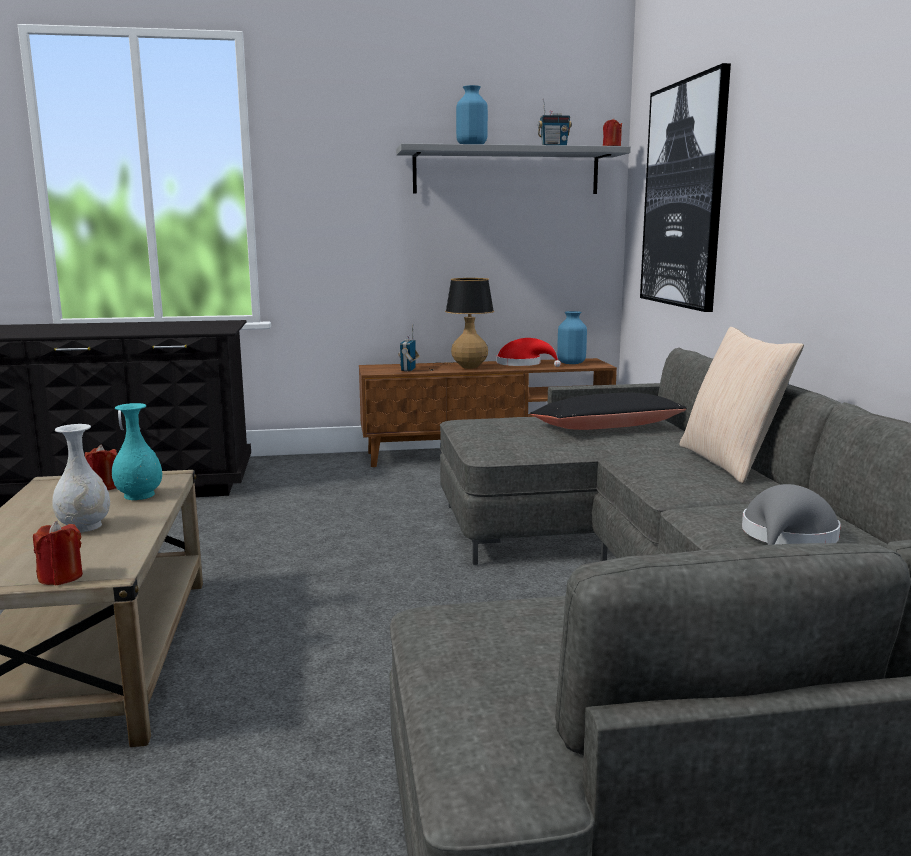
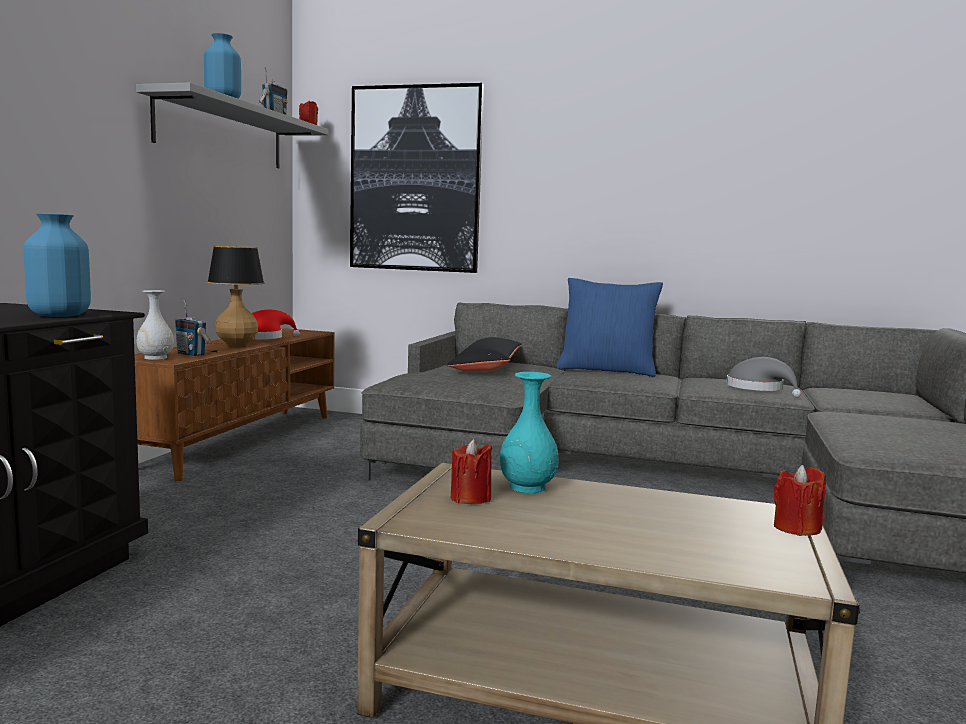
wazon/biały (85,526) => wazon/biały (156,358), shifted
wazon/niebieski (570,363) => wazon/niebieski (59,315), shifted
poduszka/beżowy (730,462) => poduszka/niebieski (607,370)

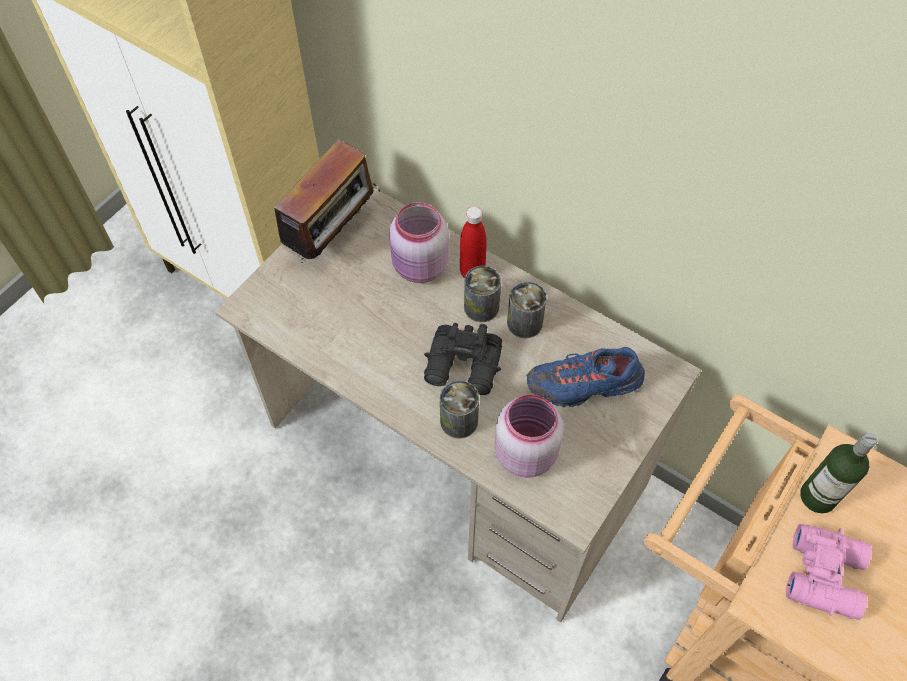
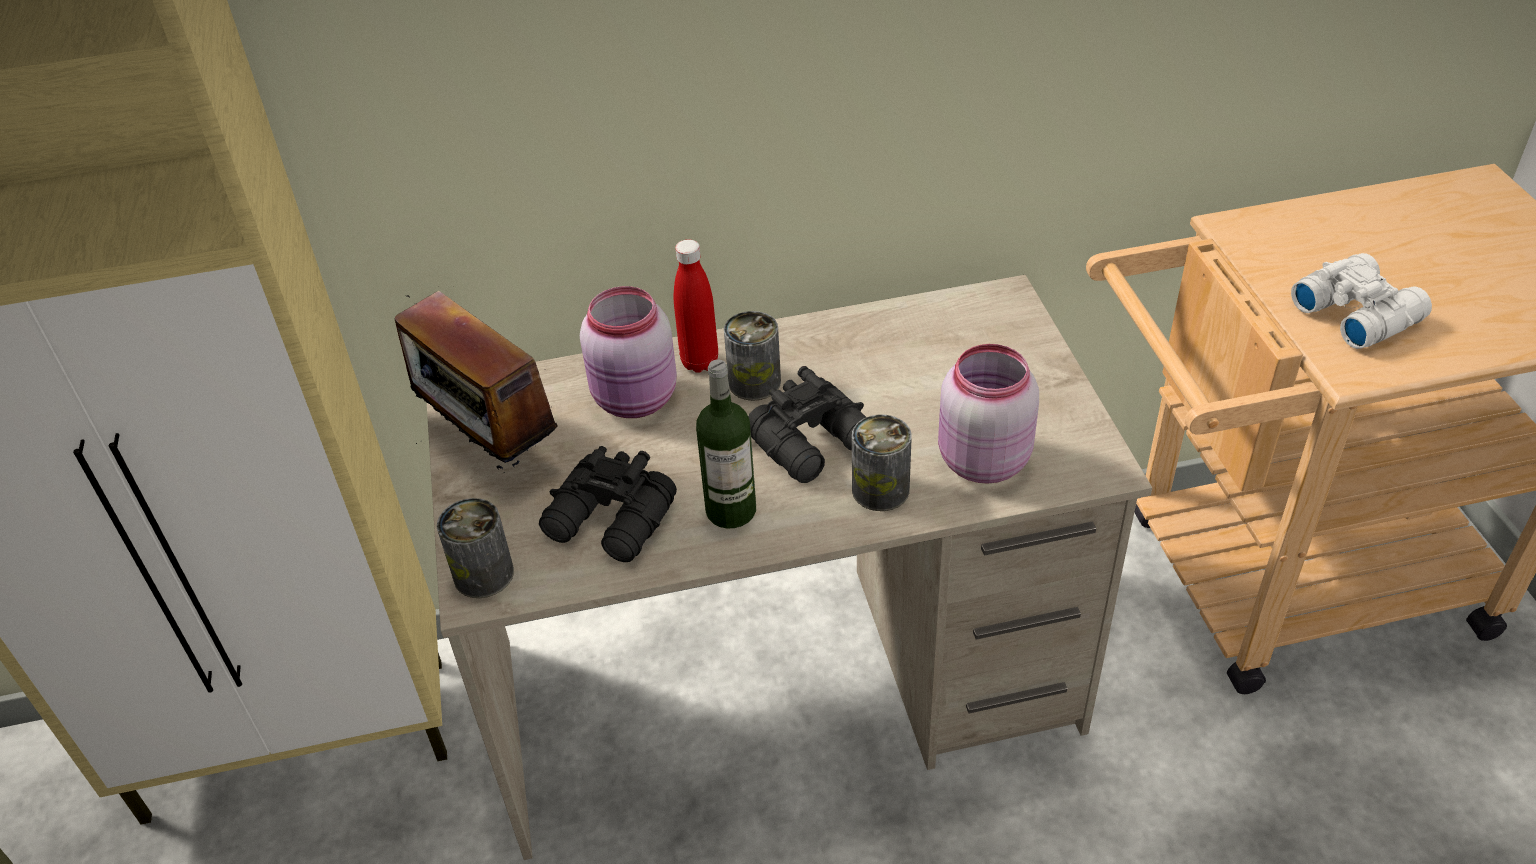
but/niebieski (584,385) => nothing
nothing => lornetka/czarny (611,523)
puszka (524,323) => puszka (483,574), shifted
butelka (817,496) => butelka (731,510), shifted
lornetka/różowy (826,574) => lornetka/biały (1355,312)
radio (333,236) => radio (490,446), 150 degrees clockwise

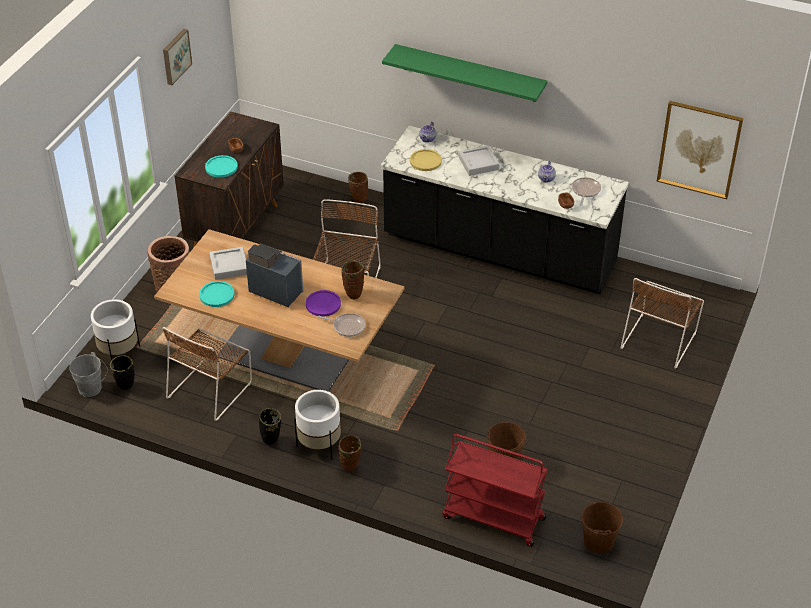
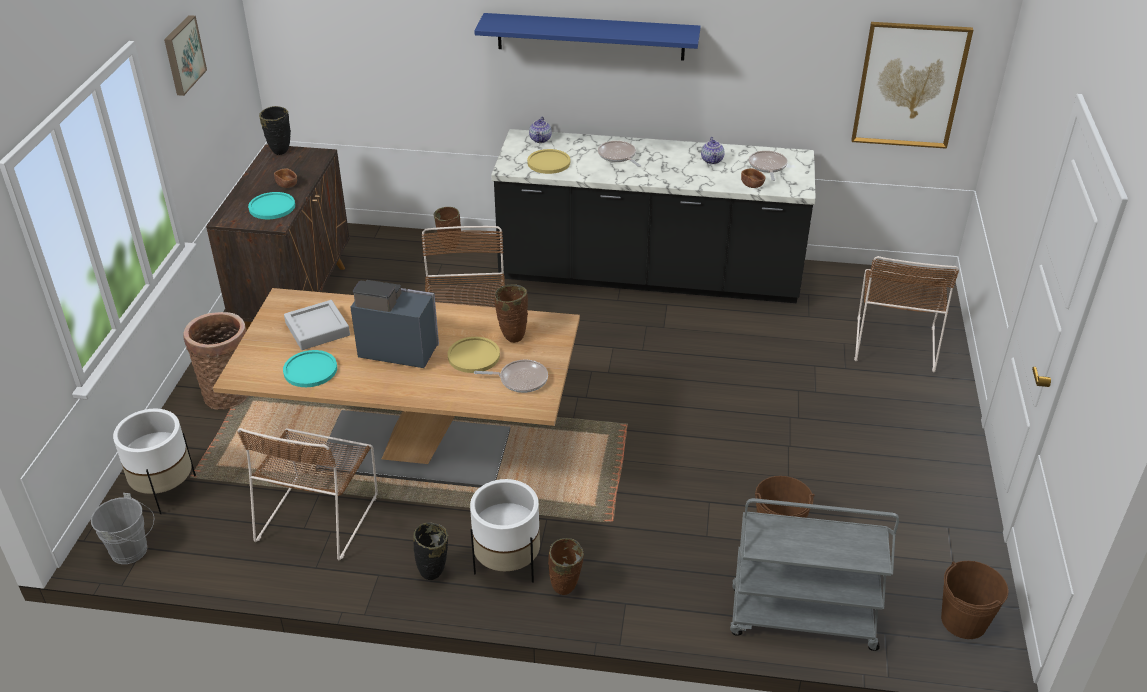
wazon/czarny (125,387) => wazon/czarny (280,152), shifted
taca/szary (478,163) => patelnia (618,156)
talerz/fioletowy (323,304) => talerz/żółty (473,356)
półka/zielony (469,73) => półka/niebieski (590,36)
wózek/czerwony (492,518) => wózek/szary (801,620)

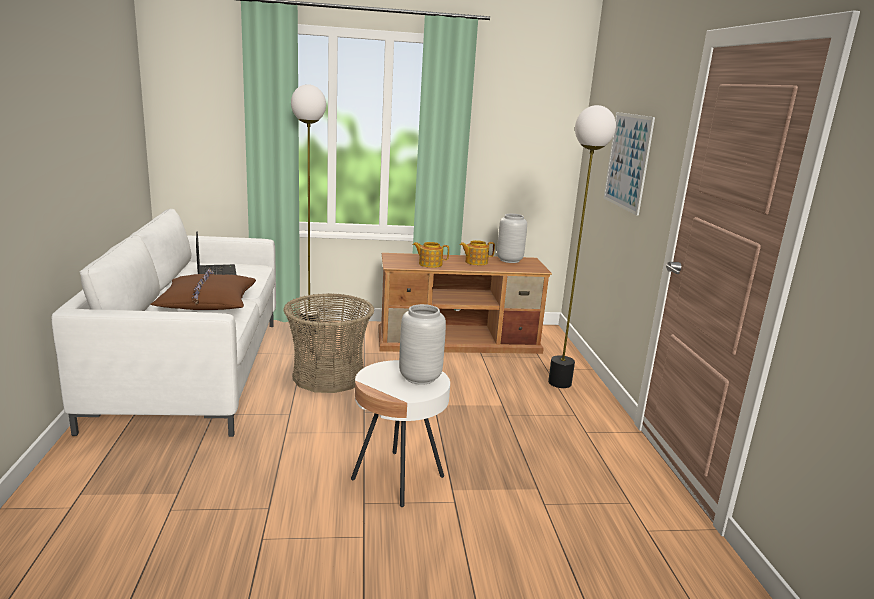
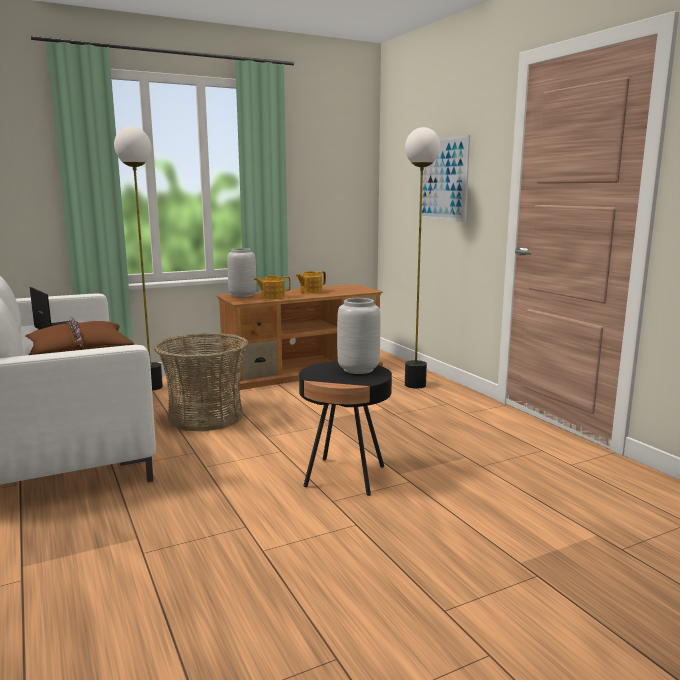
wazon/szary (510,260) => wazon/szary (243,295), shifted
stolik/biały (397,478) => stolik/czarny (345,476)

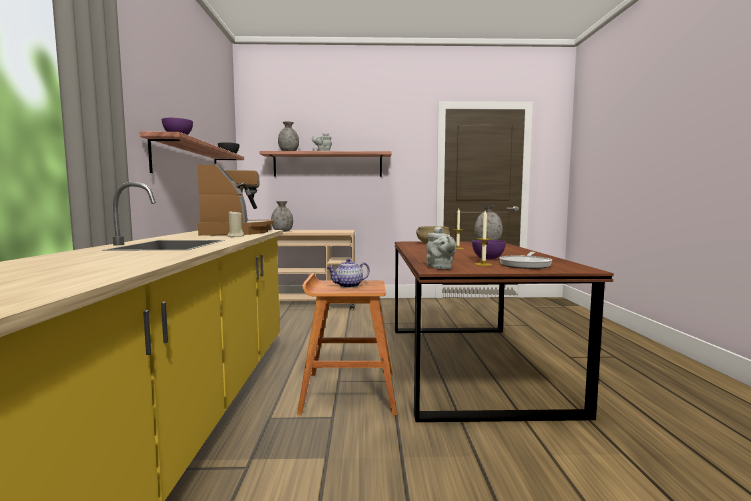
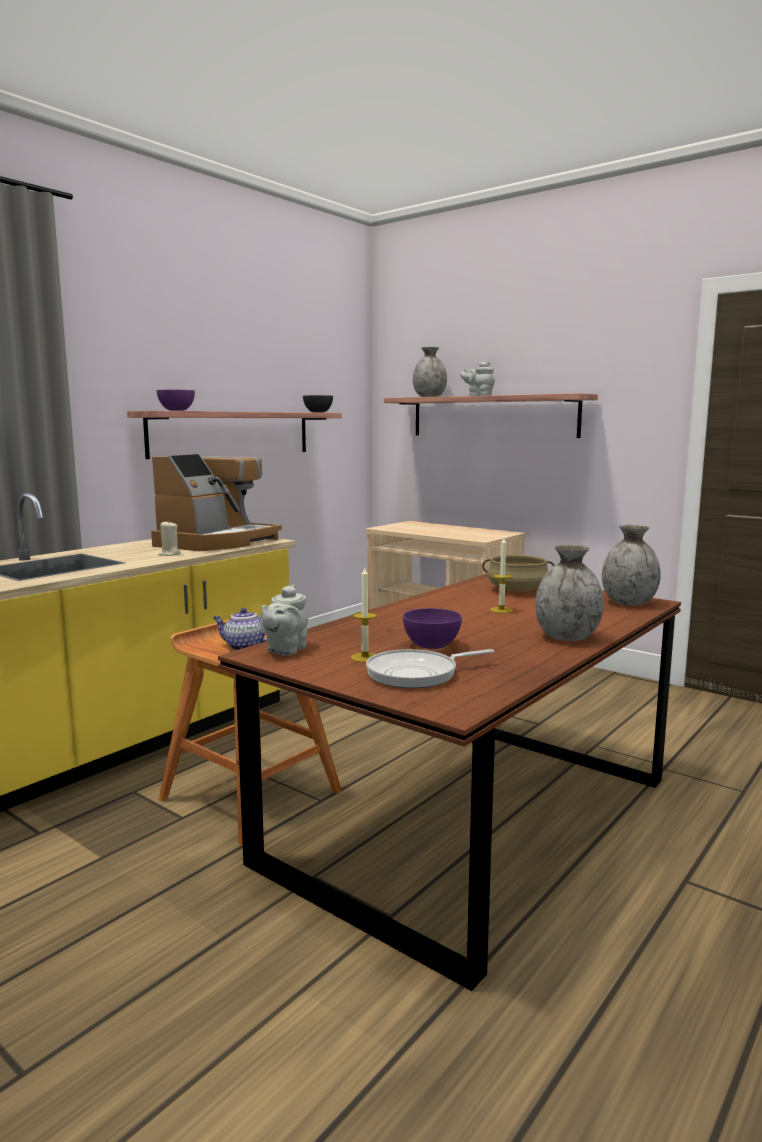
wazon/szary (282,231) => wazon/szary (567,637), shifted

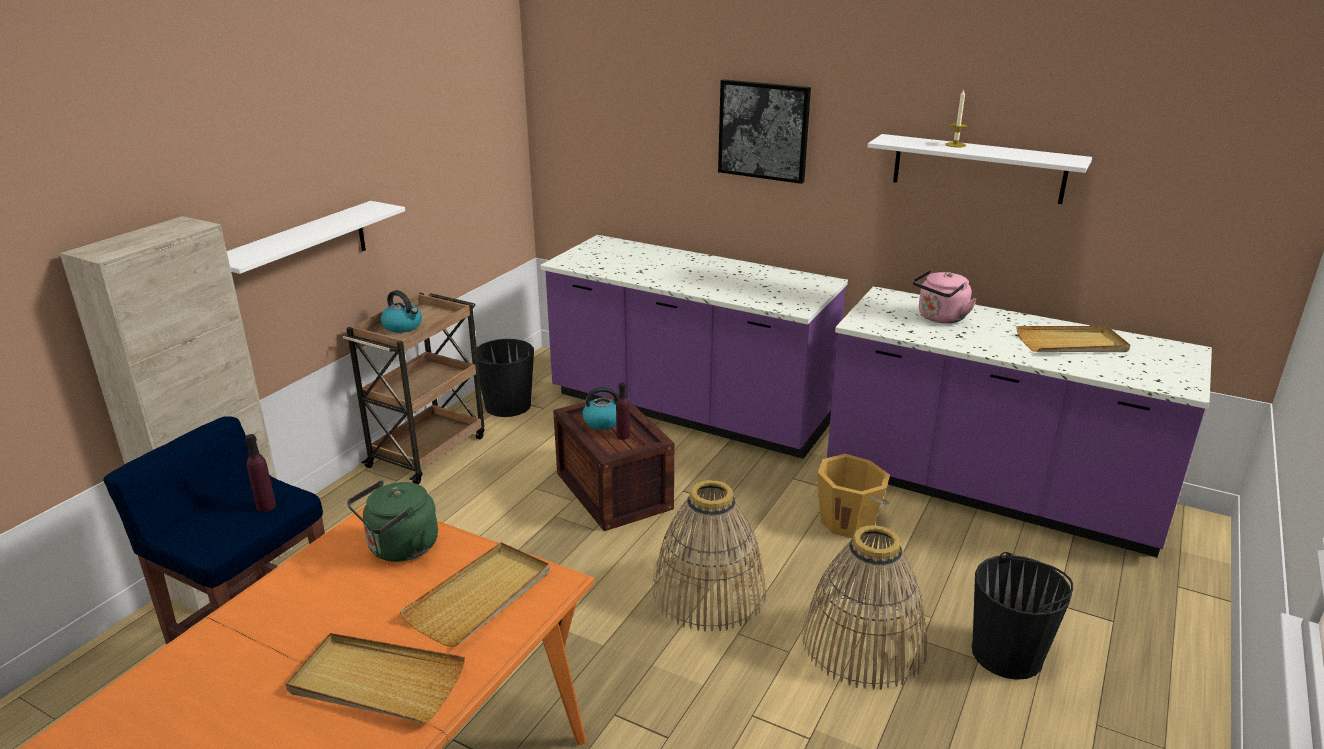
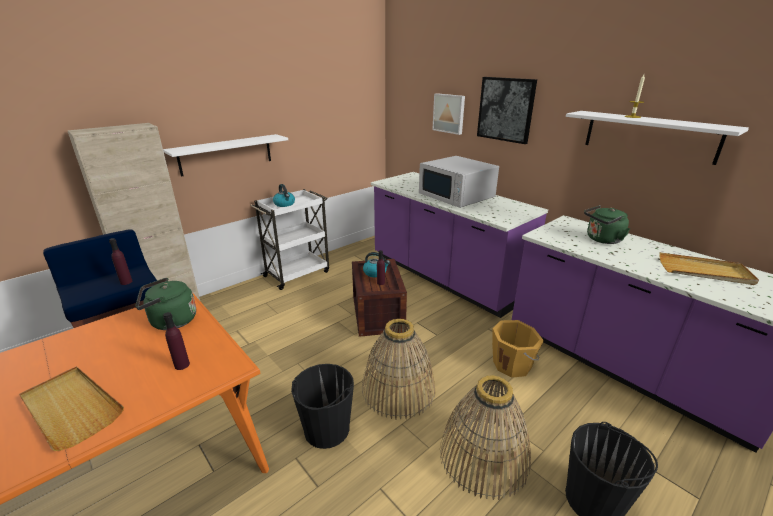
nothing => mikrofalówka/biały (456,196)
nothing => obraz (449,113)
wiadro/czarny (508,406) => wiadro/czarny (326,429), shifted
taca/beżowy (480,597) => butelka/fioletowy (182,365)
wózek/brązowy (428,450) => wózek/biały (298,273)
czajnik/różowy (940,318) => czajnik/zielony (602,240)

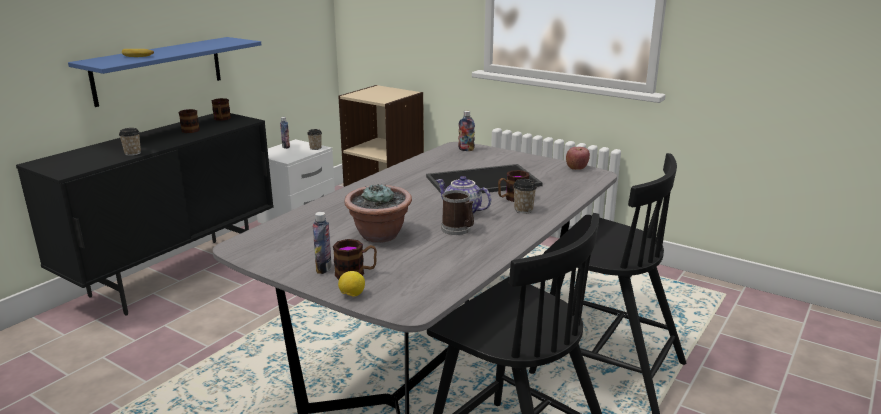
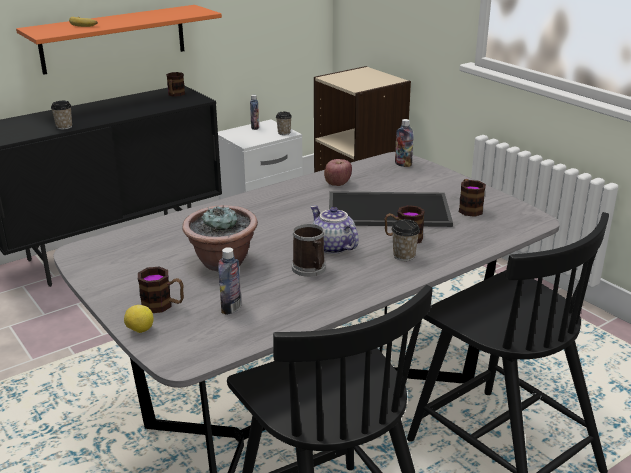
kubek (189,129) => kubek (468,208), shifted
butelka (323,269) => butelka (231,308), shifted
jabłko (576,168) => jabłko (337,183), shifted
półka/niebieski (158,70) => półka/pomarańczowy (114,39)

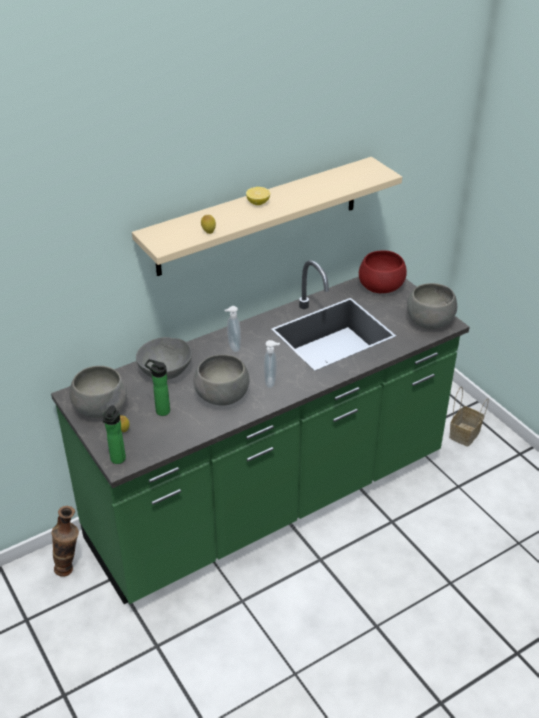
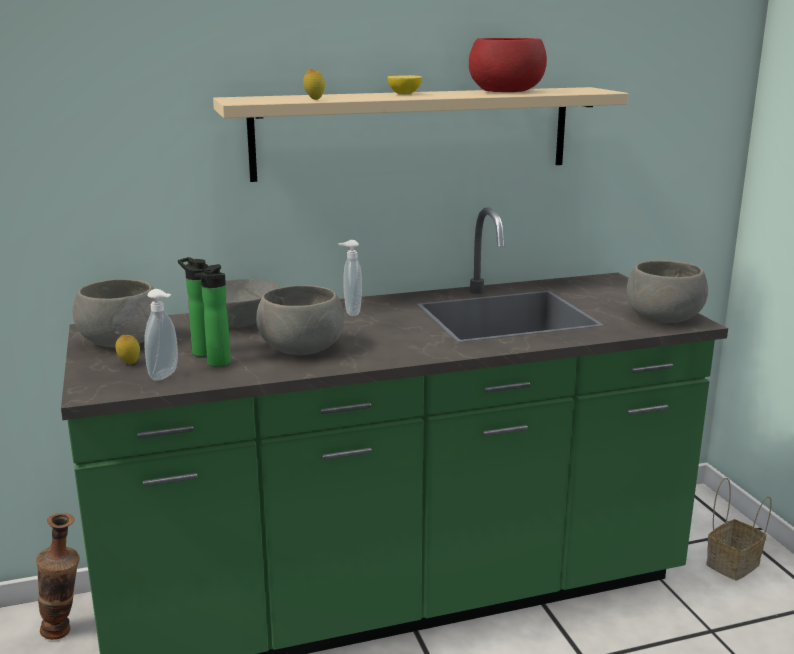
butelka (117,460) => butelka (217,364), shifted
dozownik mydła (271,382) => dozownik mydła (166,375), shifted
miska/czerwony (381,286) => miska/czerwony (507,91), shifted

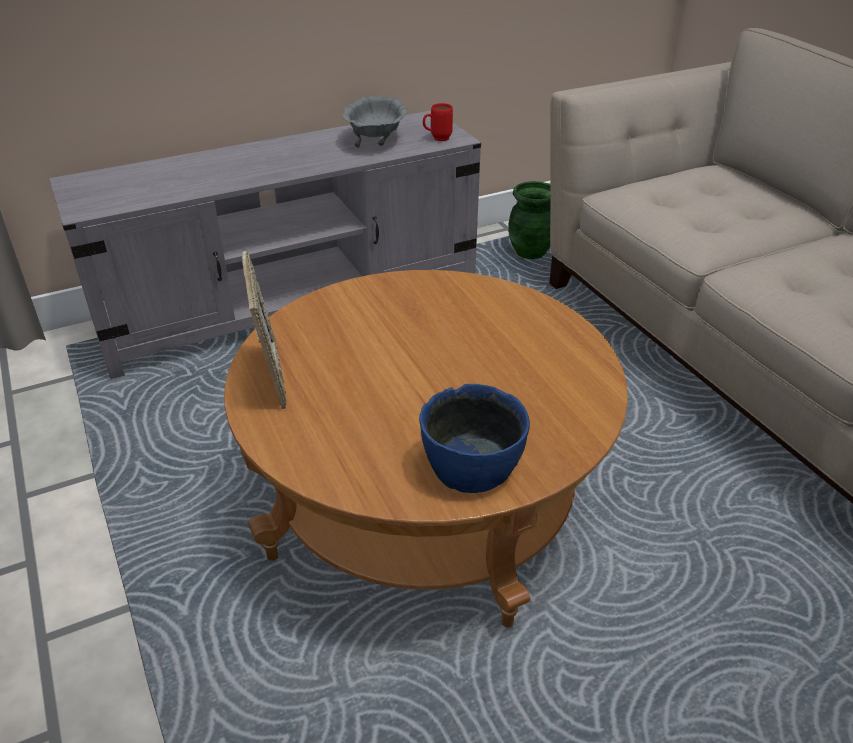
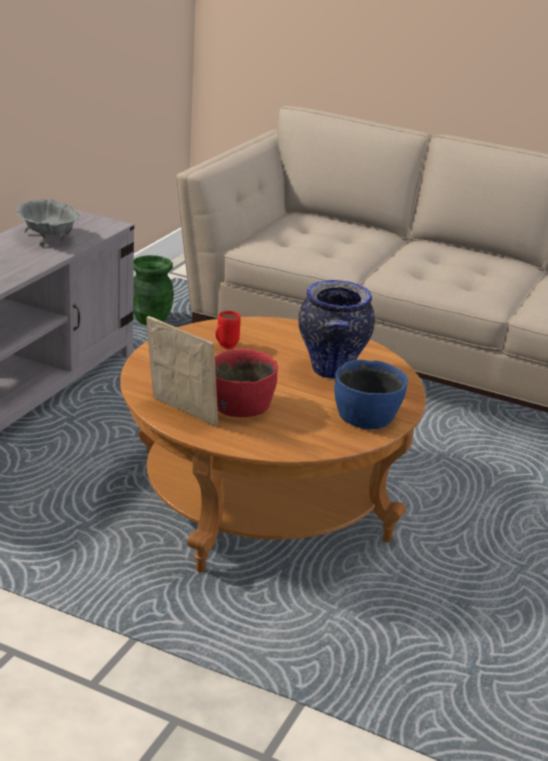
nothing => miska/czerwony (239,405)
nothing => wazon (331,371)
kubek/czerwony (437,139) => kubek/czerwony (224,347), shifted

